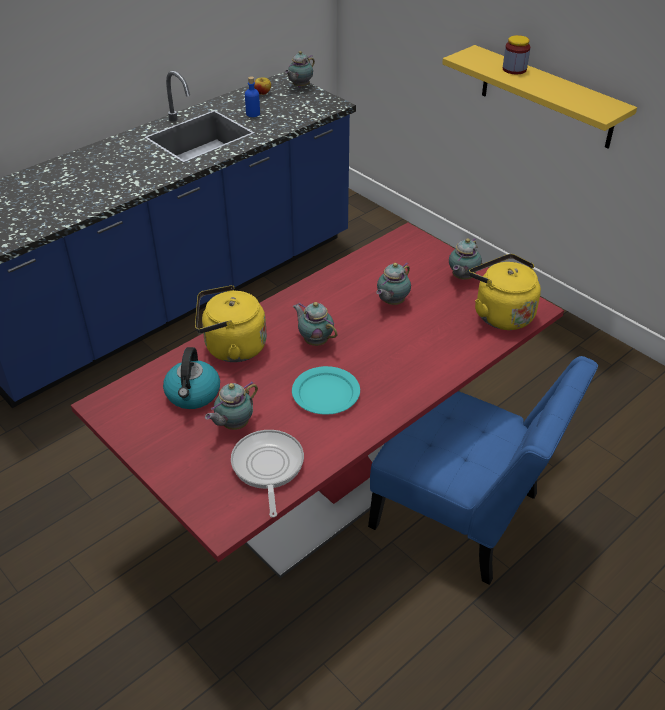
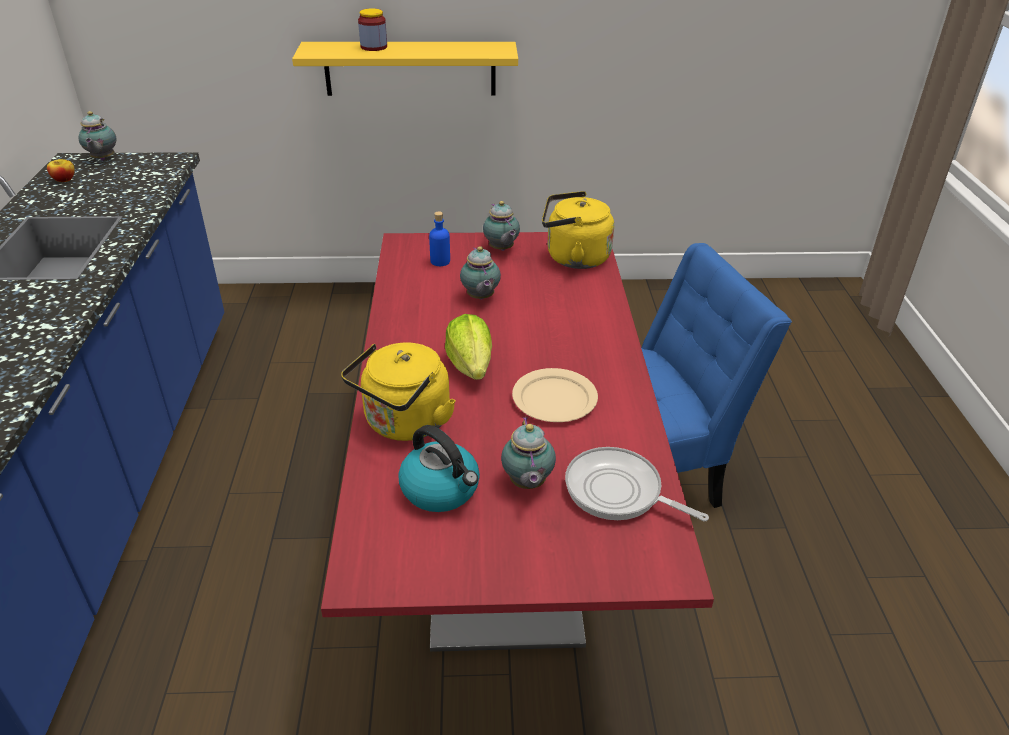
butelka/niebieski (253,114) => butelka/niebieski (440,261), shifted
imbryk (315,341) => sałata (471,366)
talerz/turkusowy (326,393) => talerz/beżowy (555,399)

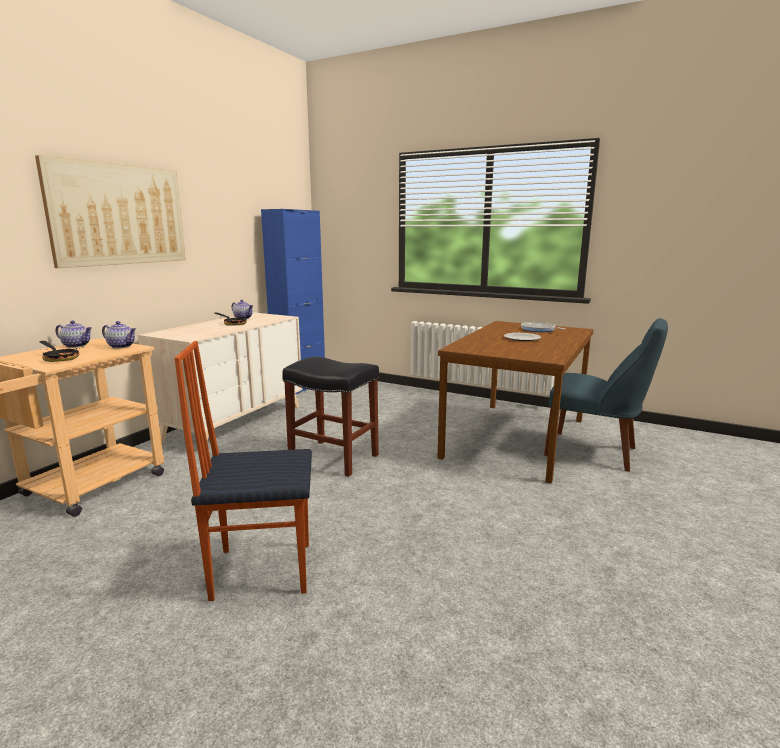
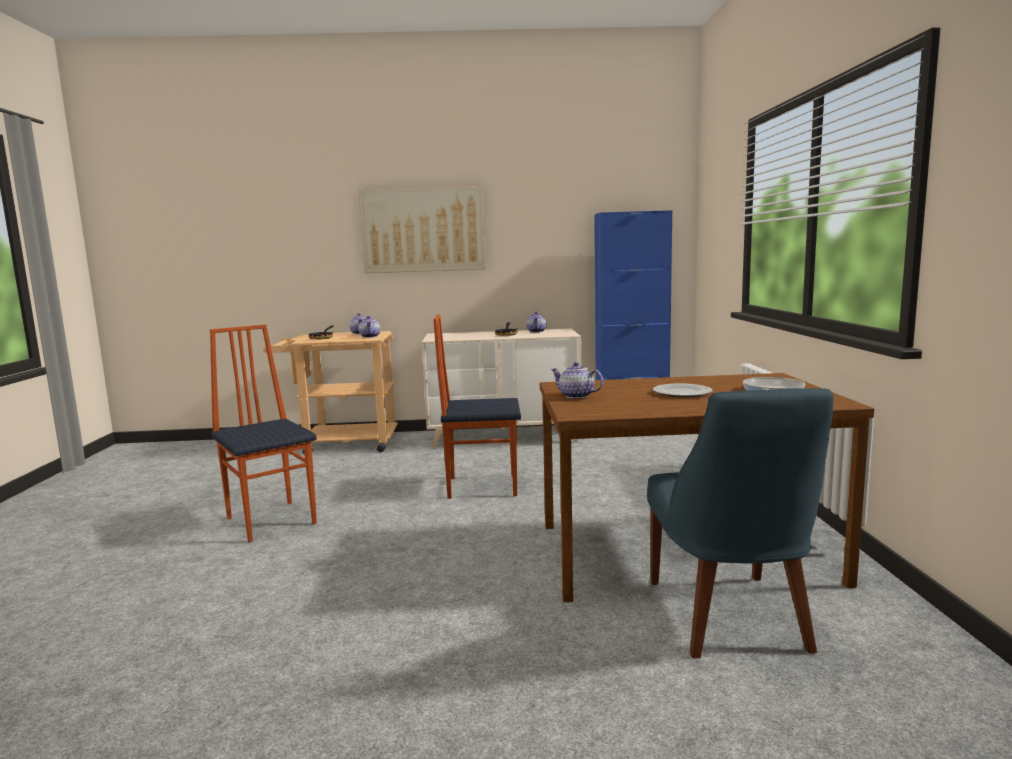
nothing => imbryk (575,396)
stołek/czarny (332,457) => krzesło (481,486)

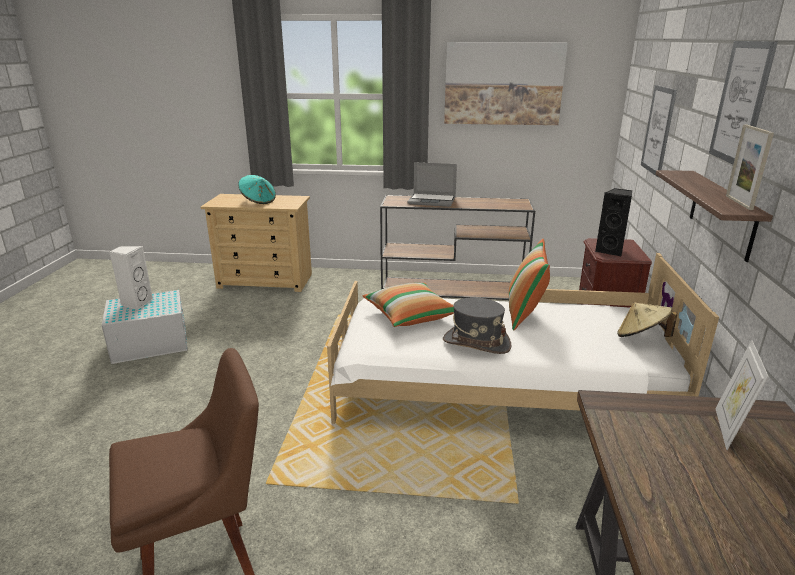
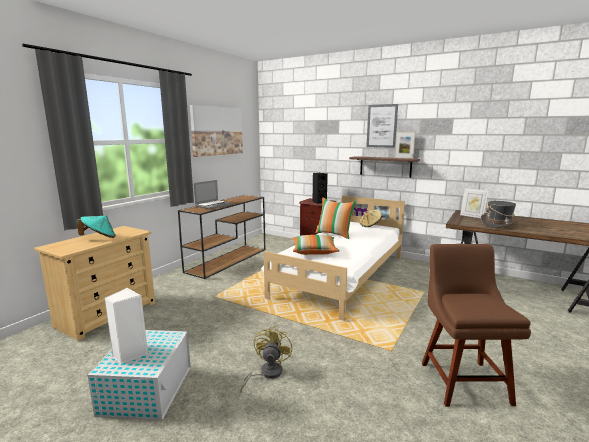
obraz (658,130) => nothing
nothing => wentylator/żółty (267,373)
kapelusz/szary (476,343) => kapelusz/szary (498,224), shifted

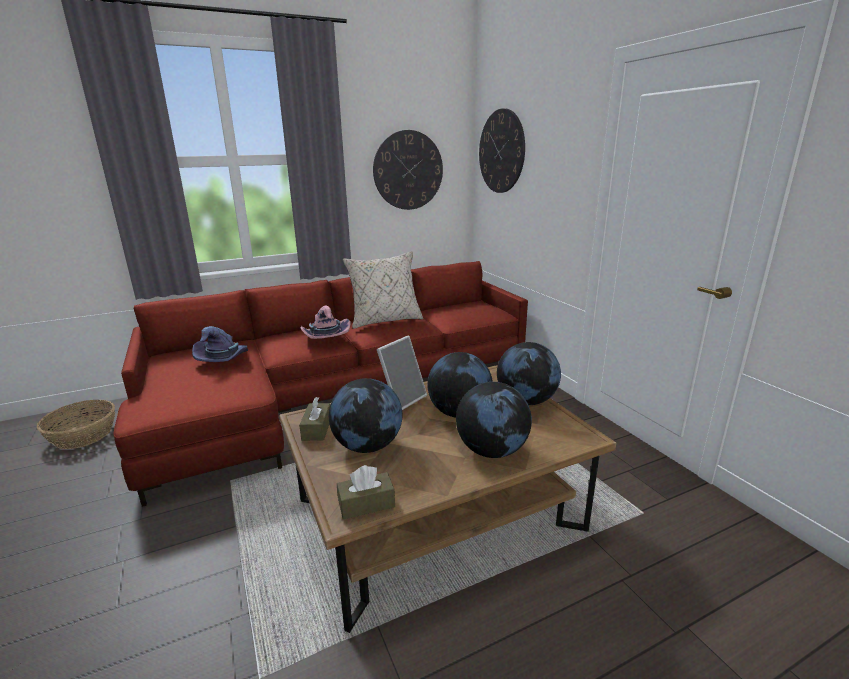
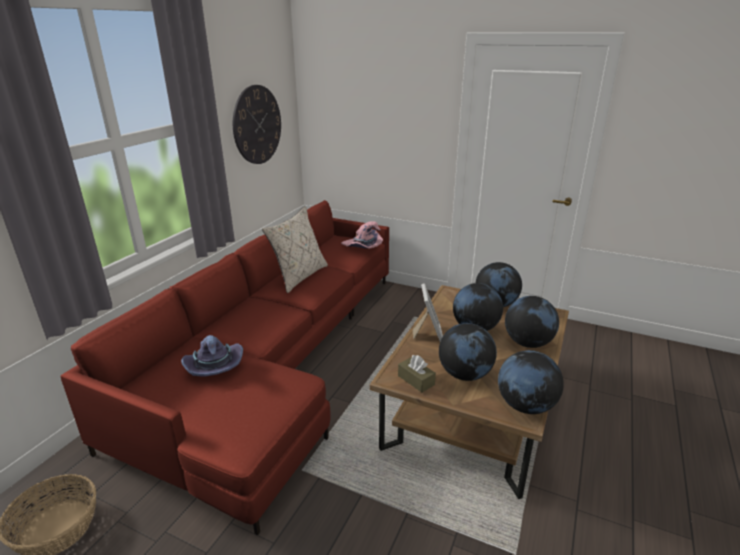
zegar ścienny (501,151) => nothing
kapelusz/różowy (325,337) => kapelusz/różowy (363,247), shifted
pudełko chusteczek/brązowy (366,504) => globus (525,405)

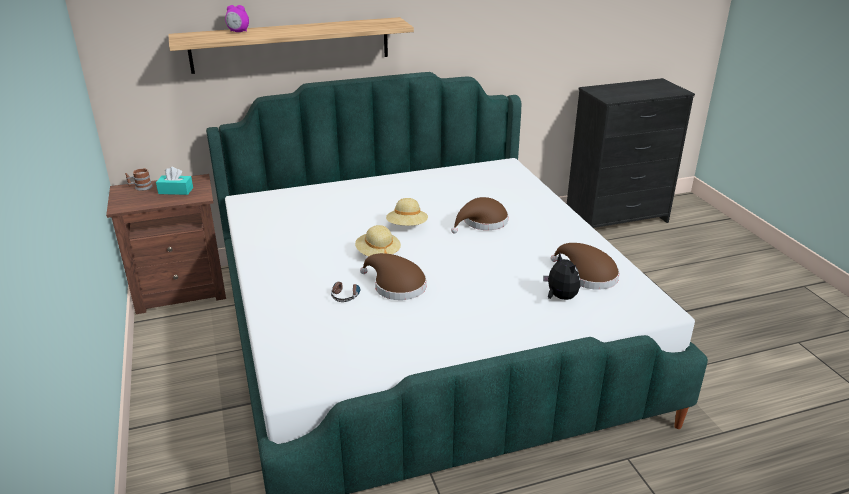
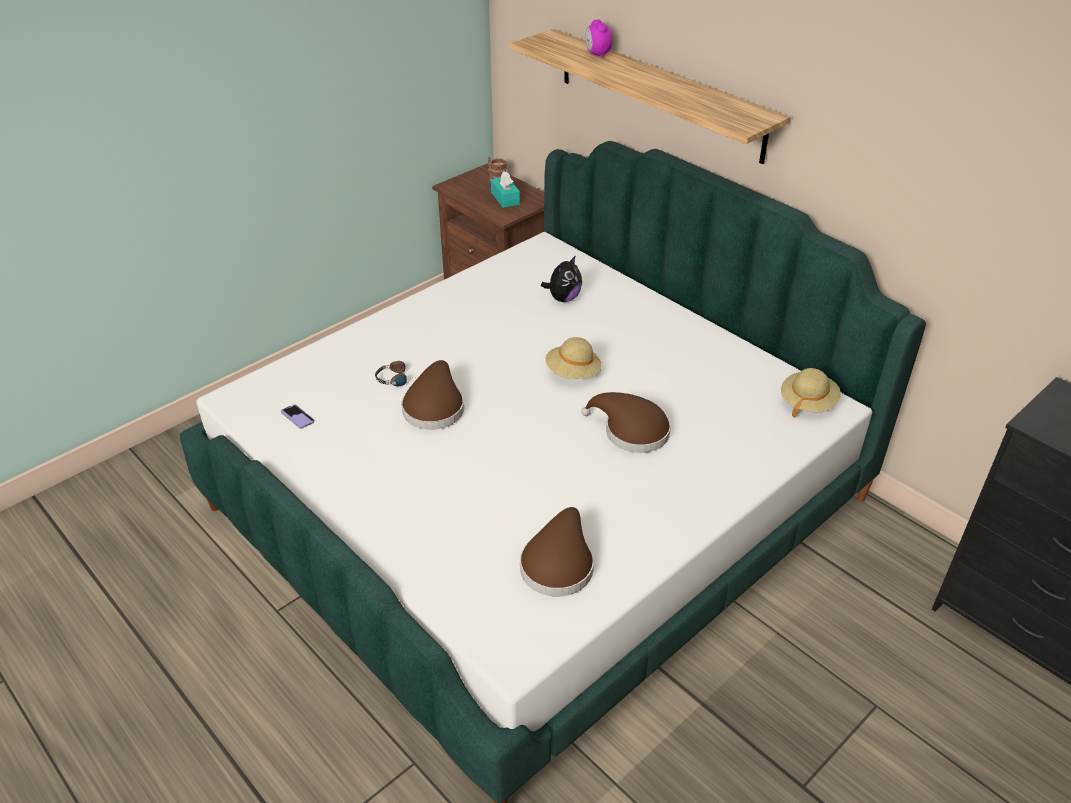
nothing => telefon (297,417)
kapelusz/beżowy (378,254) => kapelusz/beżowy (807,403), shifted
pluszak (560,297) => pluszak (563,298), shifted

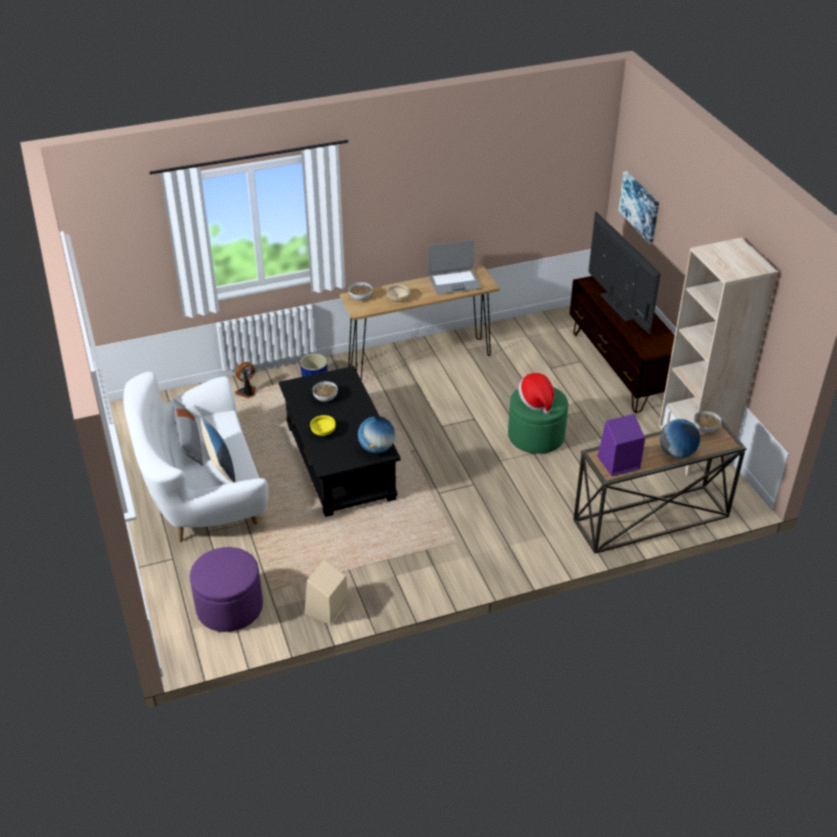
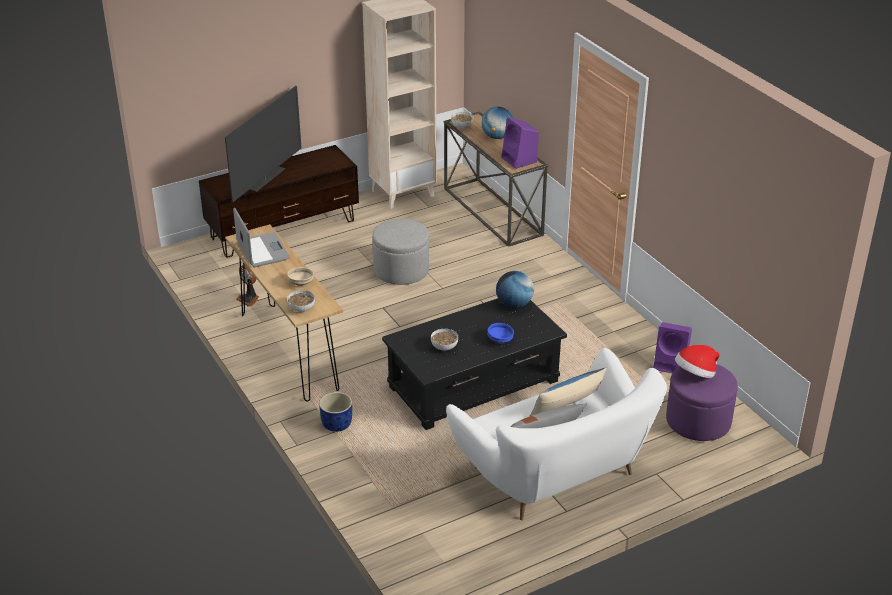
obraz (640,206) => nothing
wentylator (247,393) => wentylator (249,299), shifted
kapelusz (536,401) => kapelusz (695,374), shifted
głośnik/beżowy (326,609) => głośnik/fioletowy (671,364)
miska/żółty (323,432) => miska/niebieski (500,340)
pufa/zielony (536,436) => pufa/szary (401,270)
telewizor (616,307) => telewizor (267,179), 150 degrees clockwise

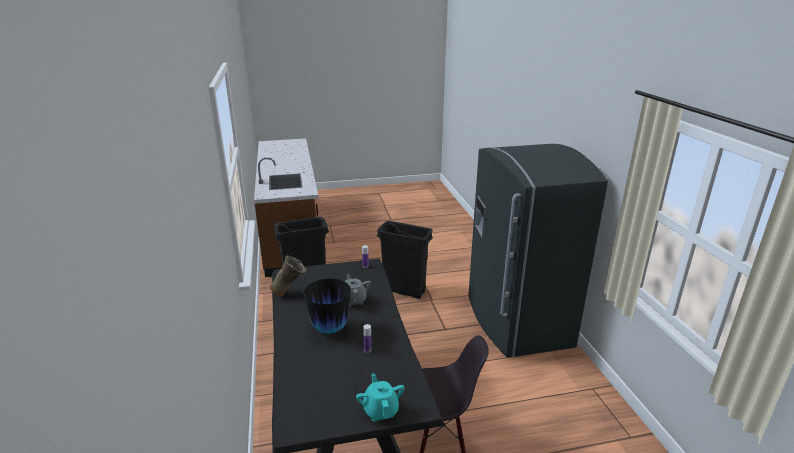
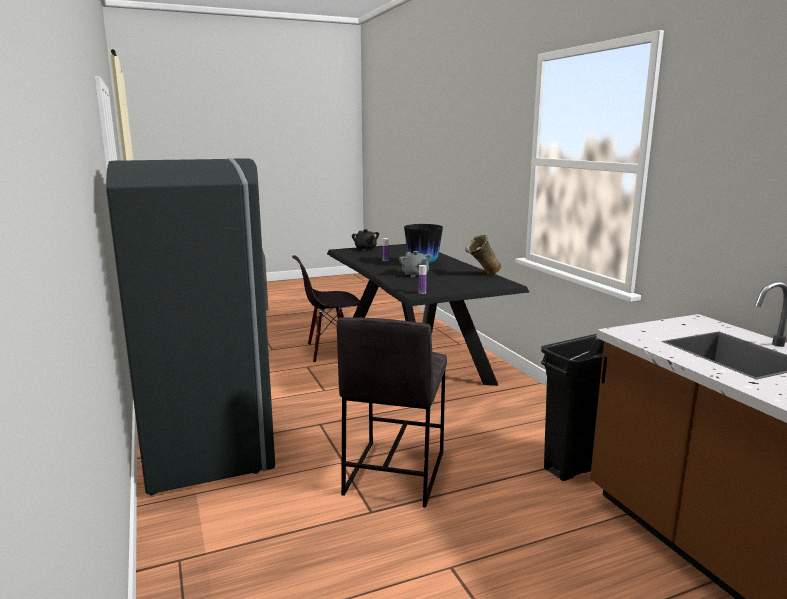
kosz na śmieci/czarny (404,291) => stołek/szary (394,472)
imbryk/turkusowy (380,410) => imbryk/czarny (365,249)

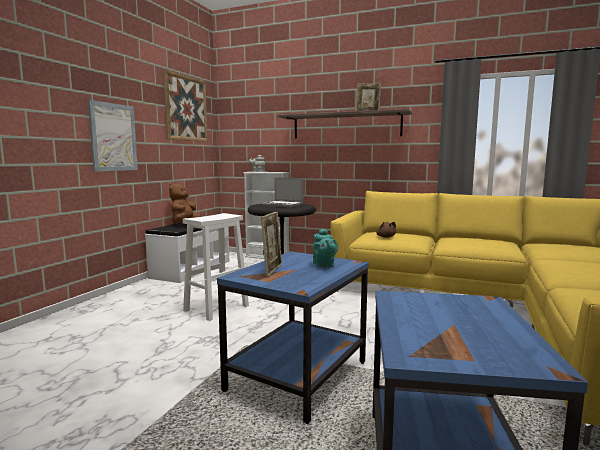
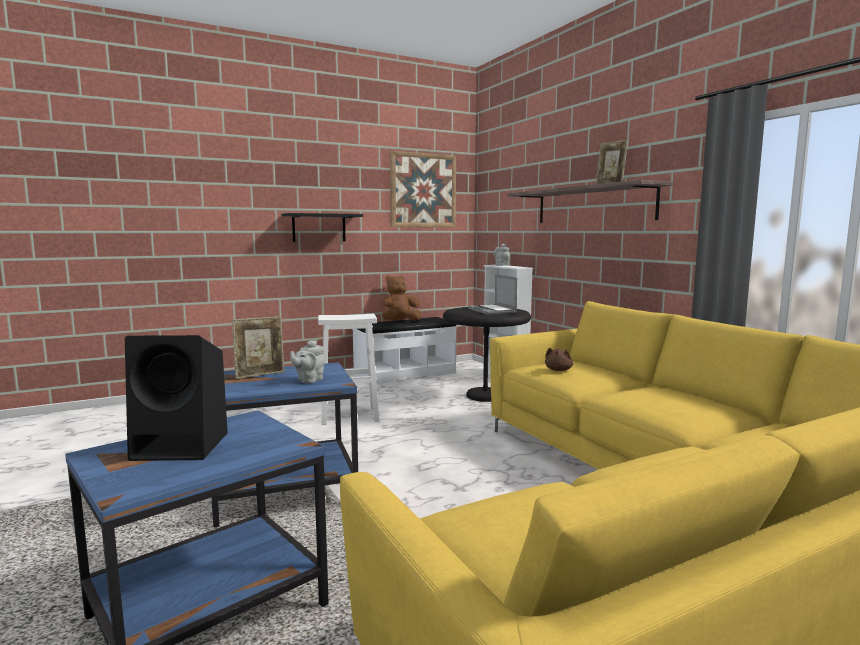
nothing => głośnik/czarny (184,446)
obraz (113,137) => półka/czarny (319,228)
imbryk/turkusowy (324,265) => imbryk/szary (308,380)

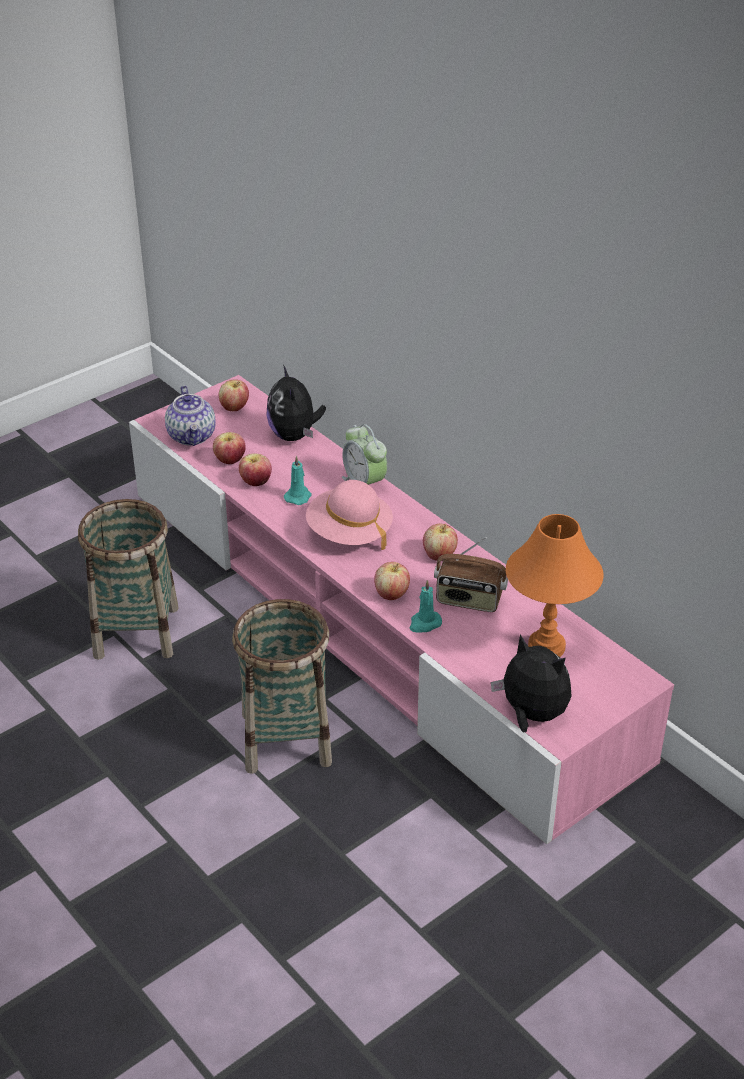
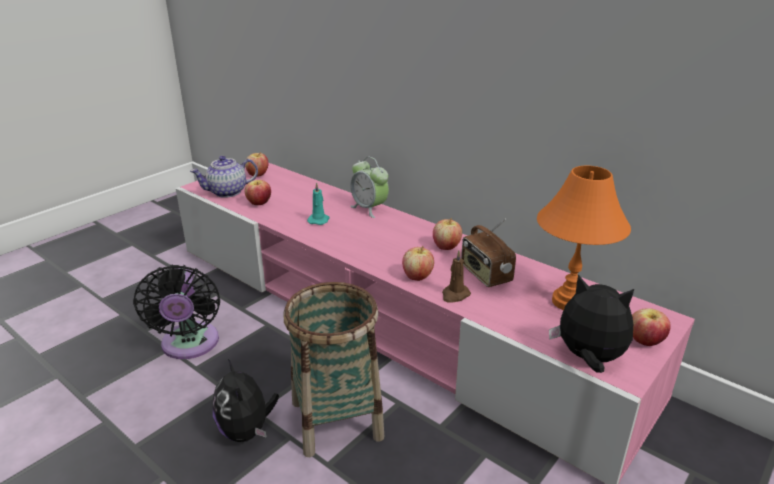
kapelusz/różowy (349,533) => nothing
jabłko (256,482) => jabłko (645,341), shifted
pluszak (294,435) => pluszak (247,431), shifted
koszyk (137,632) => wentylator/czarny (189,345)
świeca/turkusowy (424,623) => świeca/brązowy (455,295)
imbryk (192,436) => imbryk (227,192), 90 degrees clockwise
radio (469,600) => radio (485,275), 60 degrees clockwise

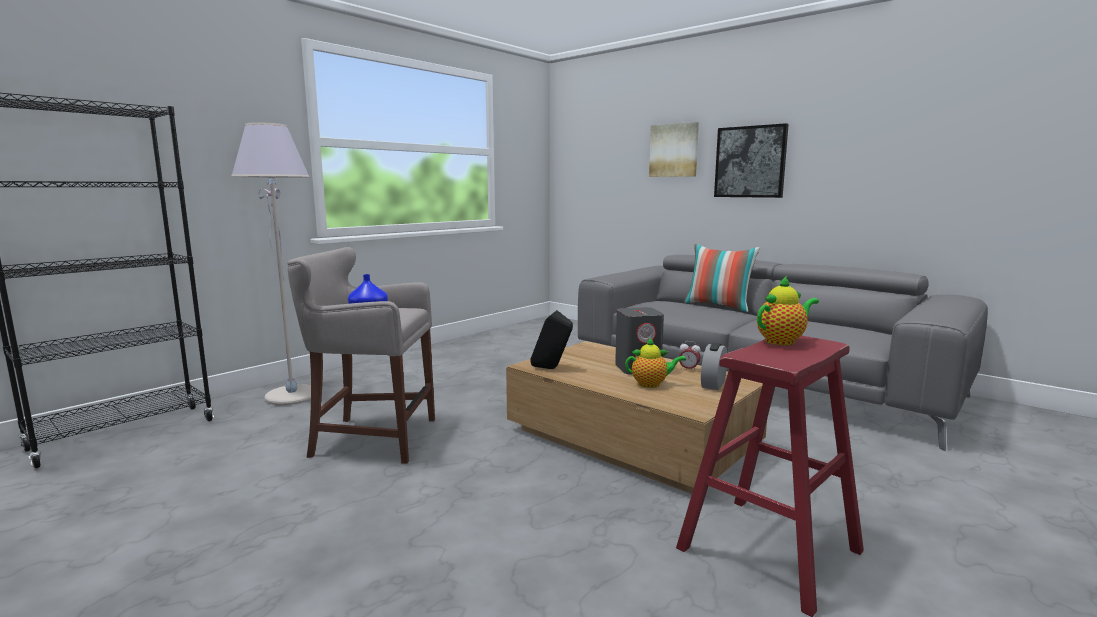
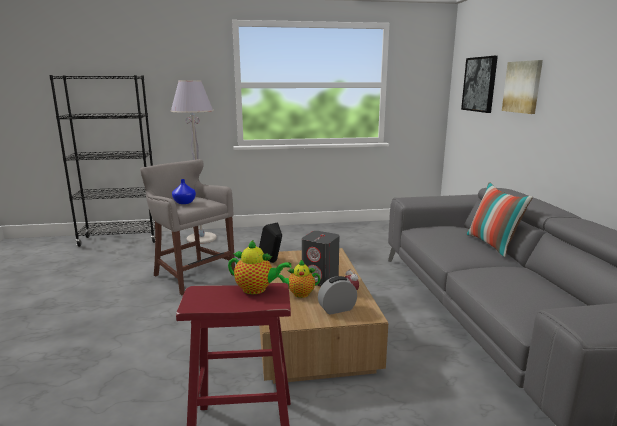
obraz (750,162) => obraz (479,84), shifted
imbryk (651,384) => imbryk (299,294), 135 degrees clockwise

